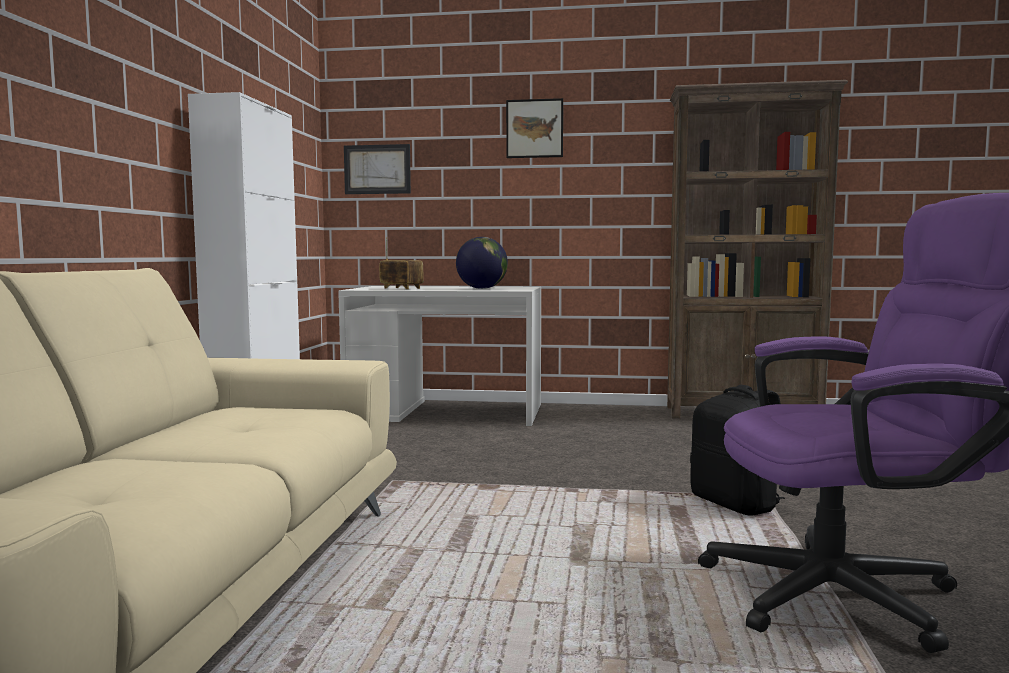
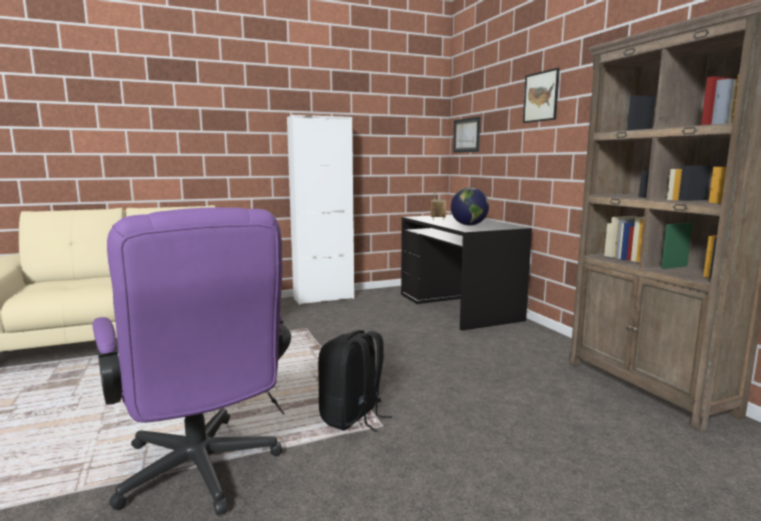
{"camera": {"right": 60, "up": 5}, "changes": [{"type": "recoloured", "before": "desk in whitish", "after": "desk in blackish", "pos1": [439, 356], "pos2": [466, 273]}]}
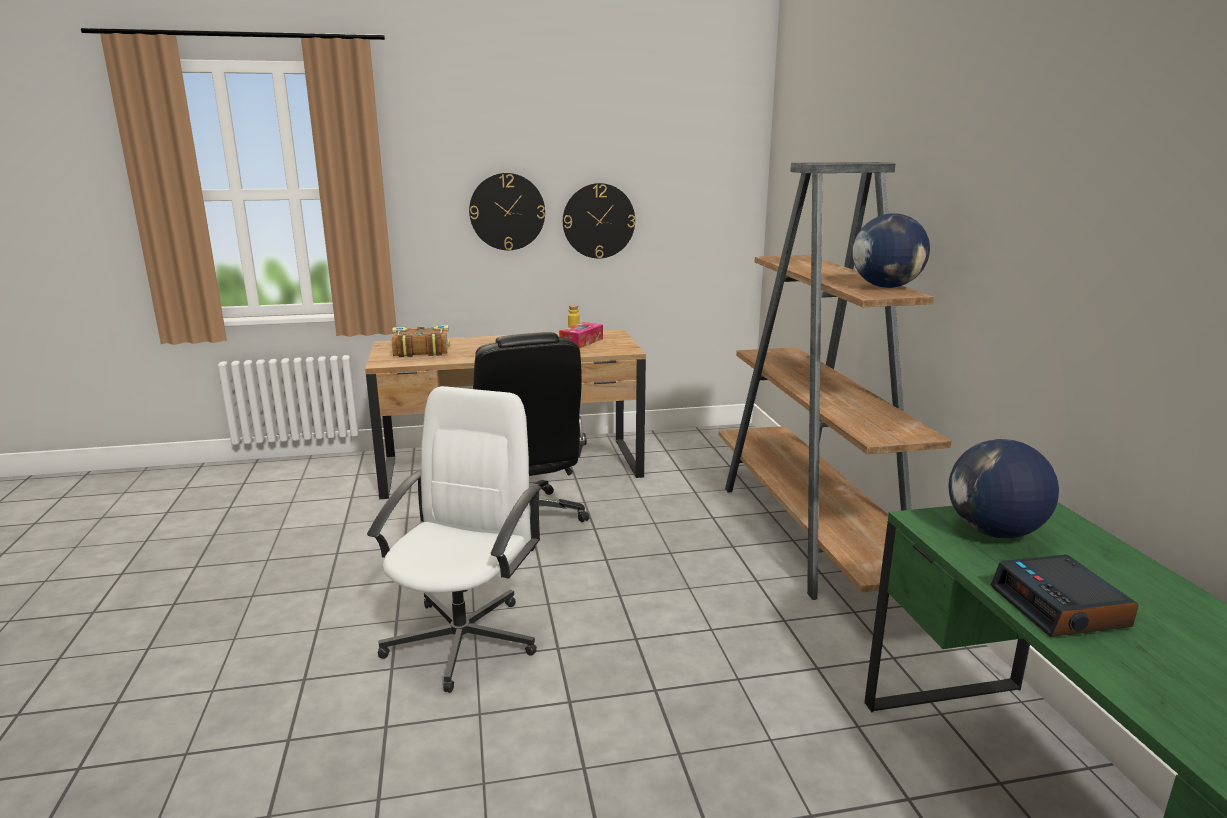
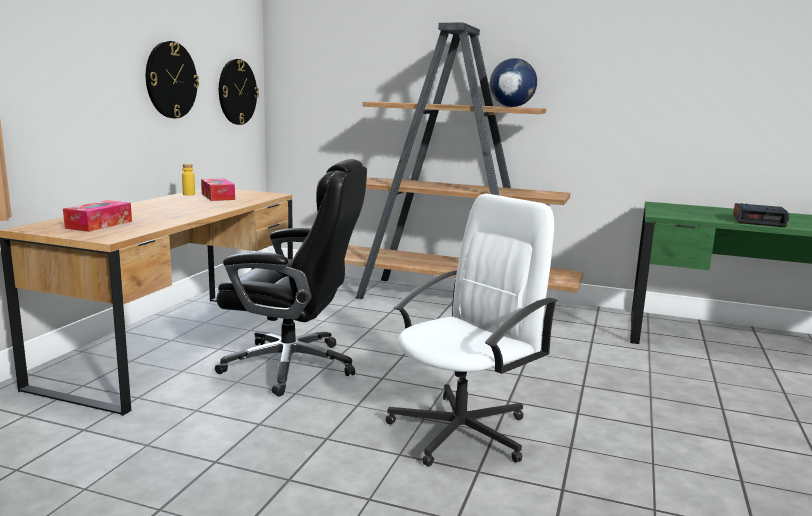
{"camera": {"right": -60, "up": -5}, "changes": [{"type": "turned", "before": "office chair in whitish", "pos1": [454, 539], "pos2": [471, 330], "turn": 90}, {"type": "replaced", "before": "bound book", "after": "box of tissues", "pos1": [420, 341], "pos2": [97, 216]}, {"type": "moved", "before": "hanging clock", "pos1": [507, 211], "pos2": [239, 92]}, {"type": "removed", "before": "world globe", "pos1": [1004, 488]}]}
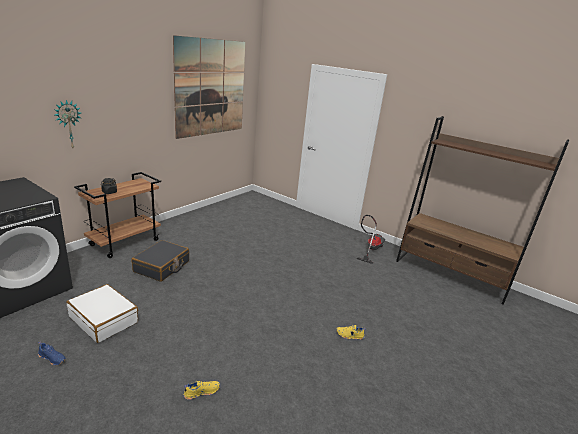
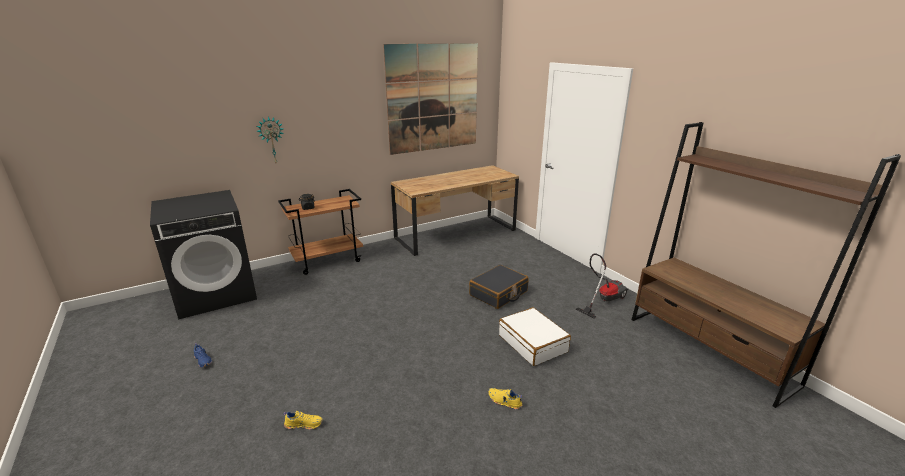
{"camera": {"right": 25, "up": 0}, "changes": [{"type": "moved", "before": "suitcase in whitish", "pos1": [102, 313], "pos2": [535, 336]}, {"type": "moved", "before": "suitcase in blackish", "pos1": [160, 261], "pos2": [498, 287]}, {"type": "added", "after": "desk in brownish", "pos2": [455, 210]}]}
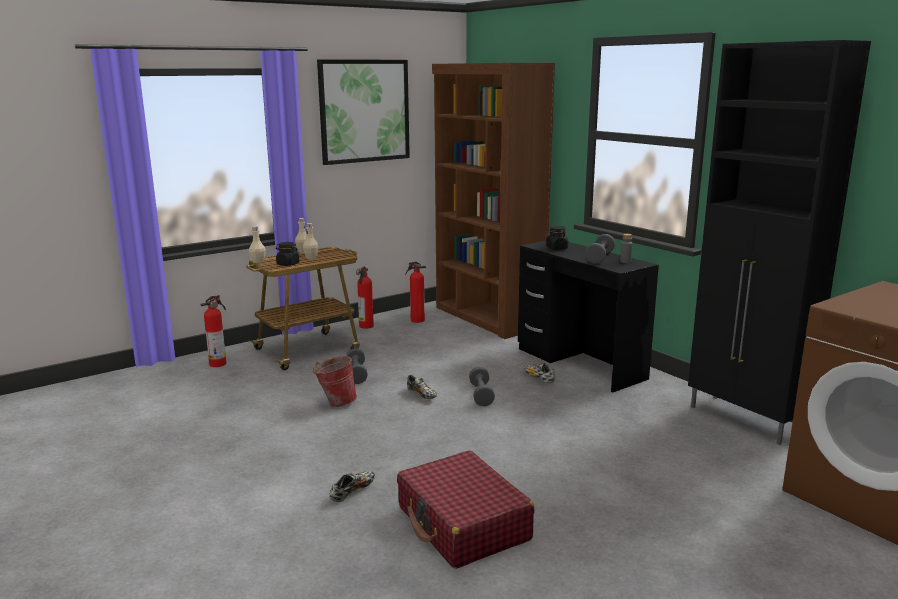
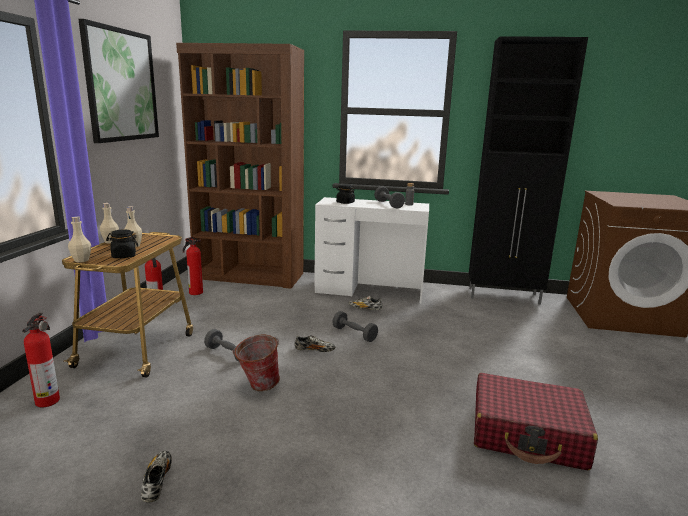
{"camera": {"right": -45, "up": 0}, "changes": [{"type": "moved", "before": "item of footwear", "pos1": [352, 486], "pos2": [156, 476]}, {"type": "recoloured", "before": "desk in blackish", "after": "desk in whitish", "pos1": [588, 317], "pos2": [371, 250]}]}
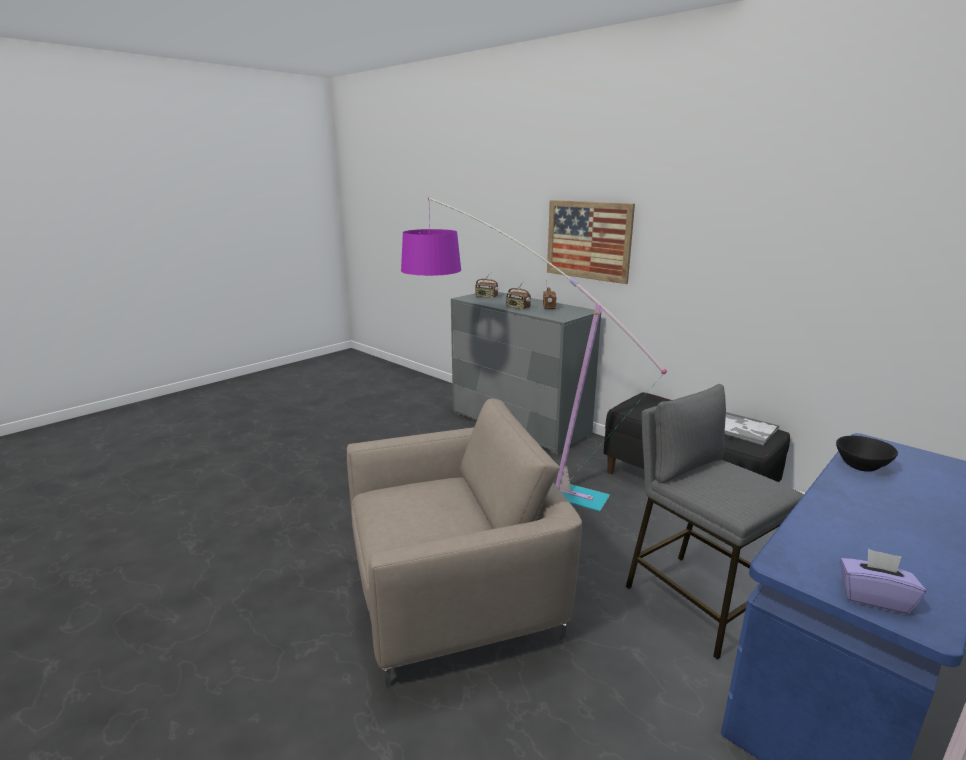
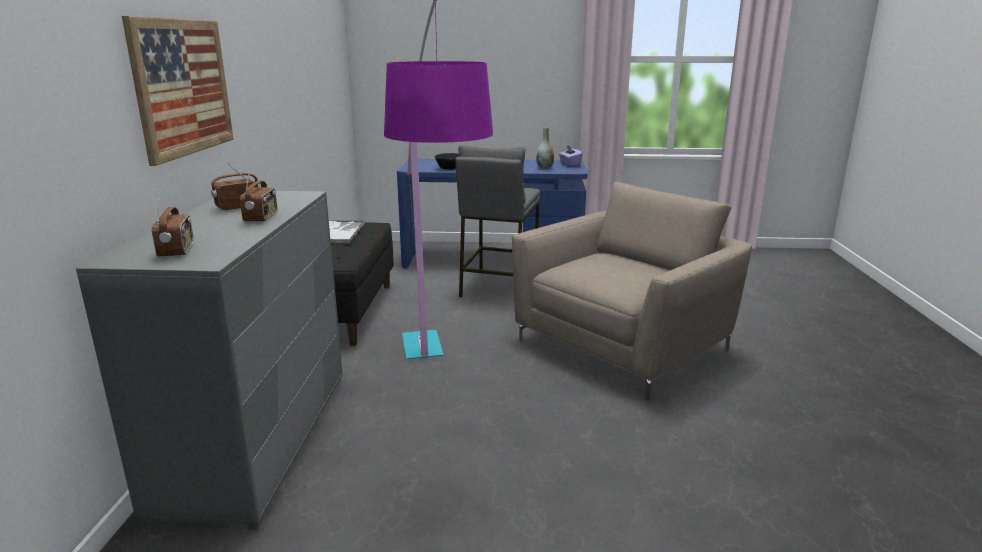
{"camera": {"right": -130, "up": 0}, "changes": [{"type": "turned", "before": "easy chair in beige-coloured", "pos1": [464, 543], "pos2": [632, 291], "turn": 105}, {"type": "added", "after": "vase in grey", "pos2": [545, 148]}]}
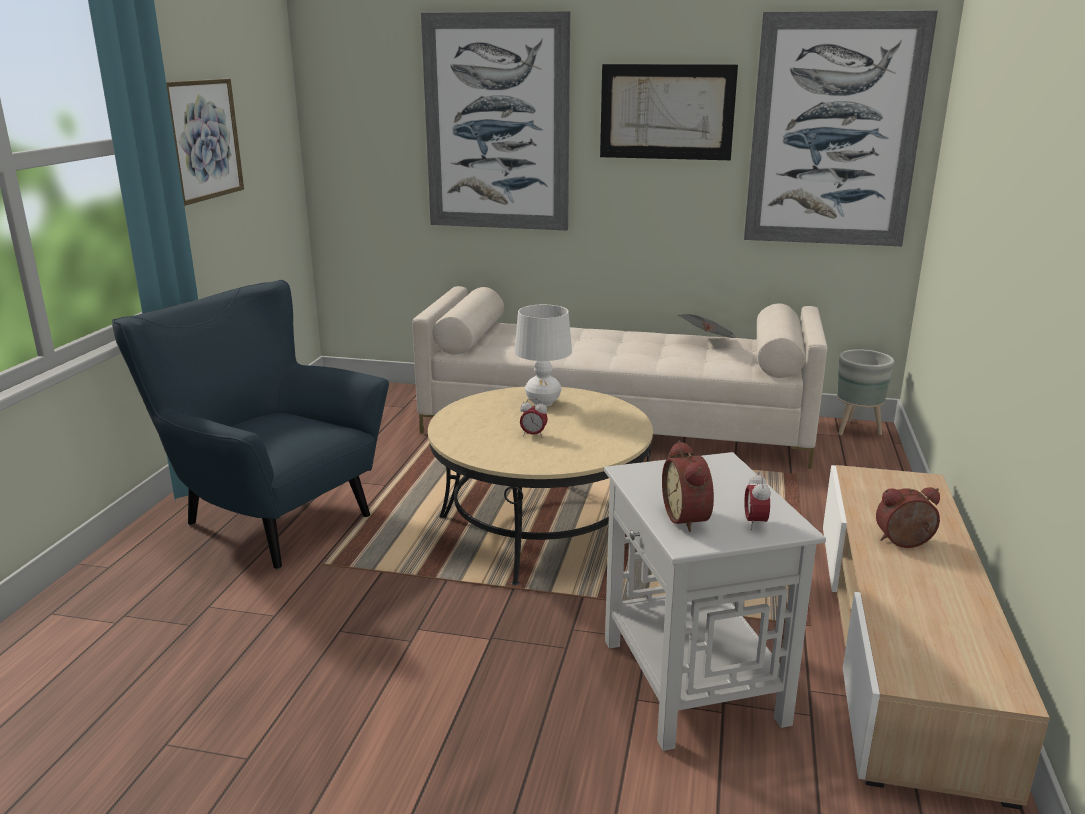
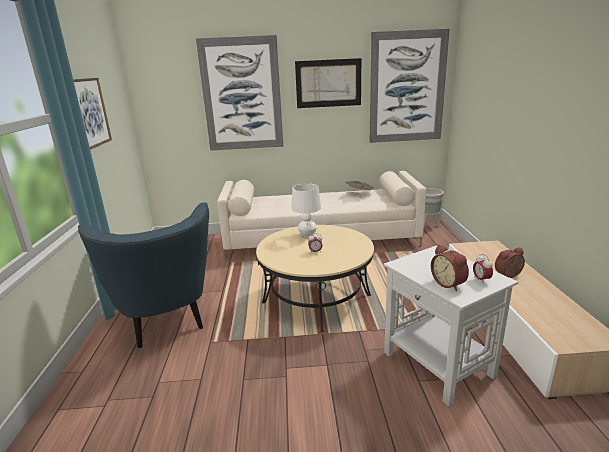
{"camera": {"right": -15, "up": 0}, "changes": [{"type": "turned", "before": "easy chair in blue", "pos1": [250, 425], "pos2": [143, 275], "turn": -135}]}
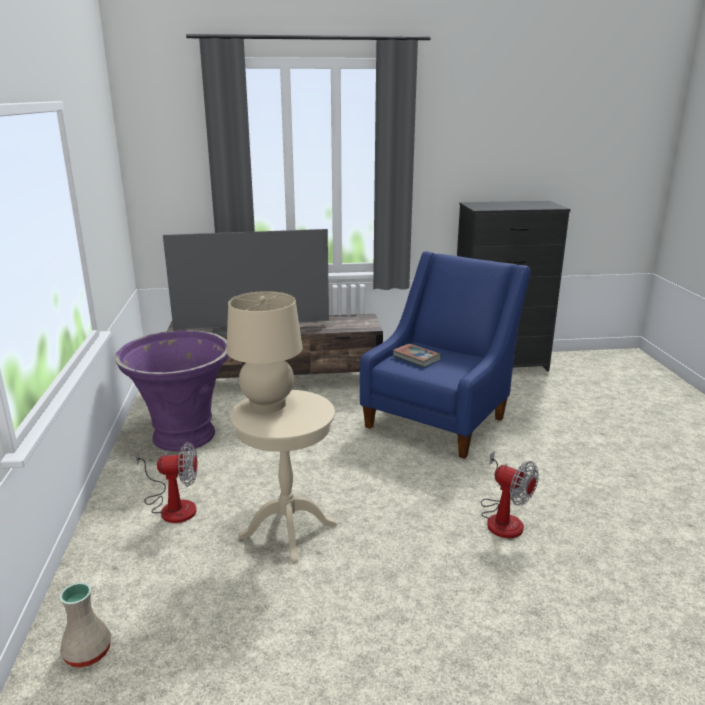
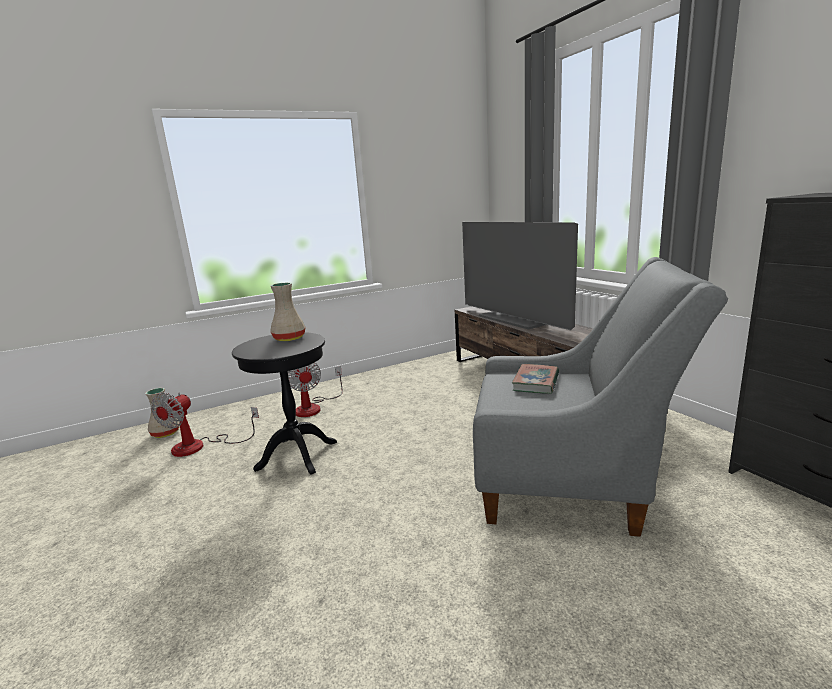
{"camera": {"right": 70, "up": -5}, "changes": [{"type": "removed", "before": "plant pot in purple-coloured", "pos1": [171, 390]}, {"type": "replaced", "before": "lamp for a table in beige-coloured", "after": "vase in beige-coloured", "pos1": [264, 352], "pos2": [287, 312]}, {"type": "recoloured", "before": "accent table in beige-coloured", "after": "accent table in blackish", "pos1": [283, 476], "pos2": [284, 403]}, {"type": "recoloured", "before": "easy chair in blue", "after": "easy chair in grey", "pos1": [445, 355], "pos2": [600, 397]}, {"type": "moved", "before": "fan", "pos1": [510, 494], "pos2": [205, 424]}]}
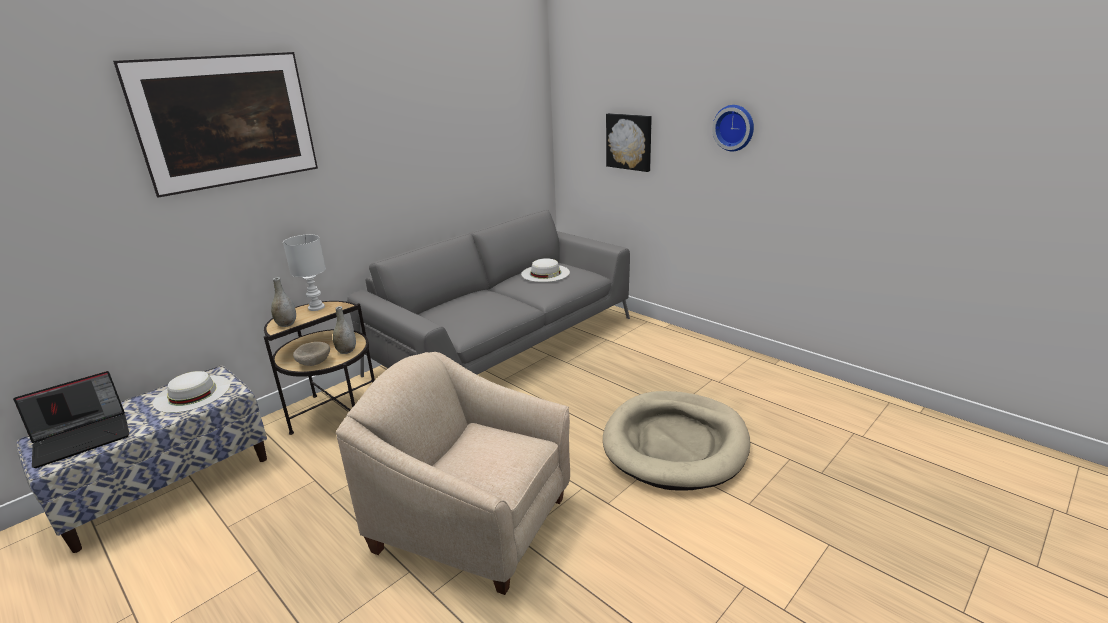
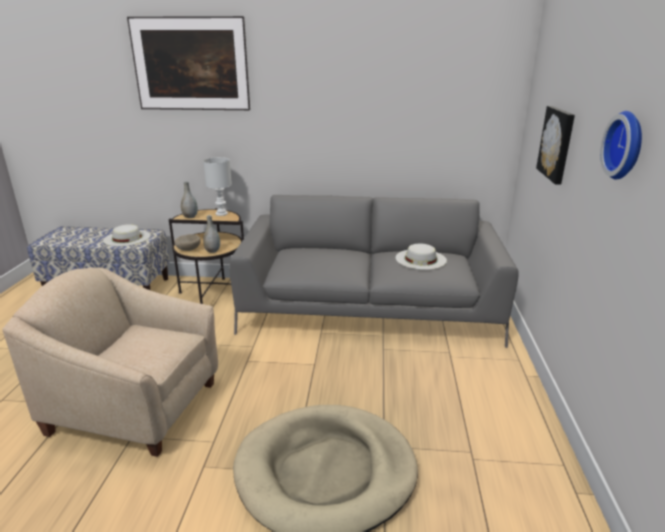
{"camera": {"right": 50, "up": 0}, "changes": [{"type": "removed", "before": "laptop", "pos1": [71, 419]}, {"type": "turned", "before": "easy chair in beige-coloured", "pos1": [453, 473], "pos2": [110, 362], "turn": -60}]}
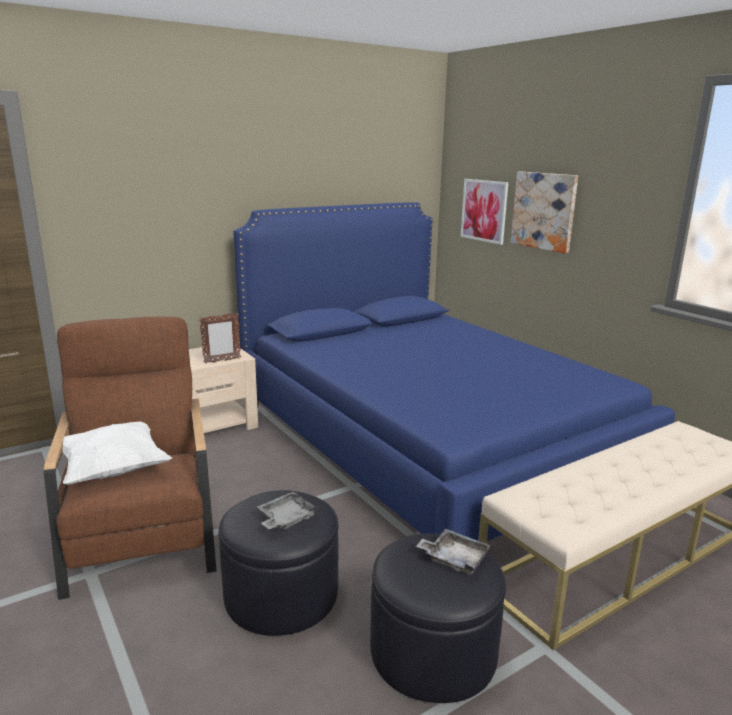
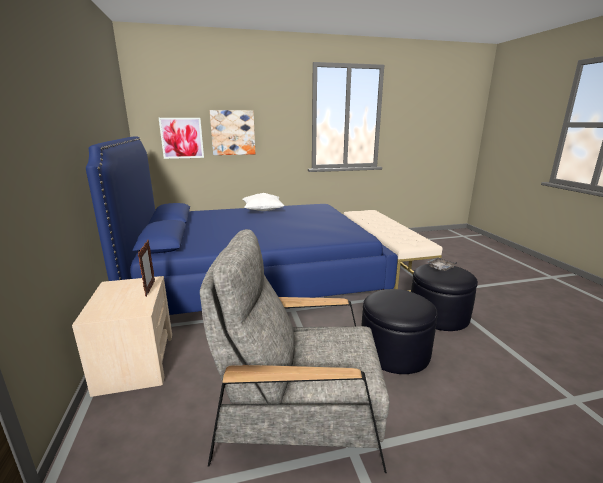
{"camera": {"right": -70, "up": 0}, "changes": [{"type": "recoloured", "before": "easy chair in brownish", "after": "easy chair in grey", "pos1": [130, 458], "pos2": [295, 351]}, {"type": "moved", "before": "throw pillow in whitish", "pos1": [117, 453], "pos2": [264, 201]}, {"type": "removed", "before": "carrying tray in grey", "pos1": [288, 510]}]}
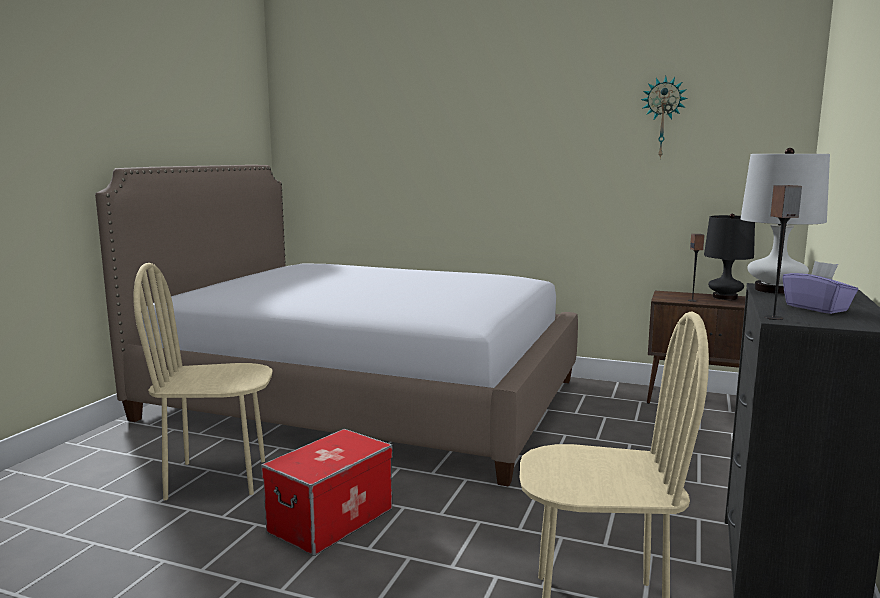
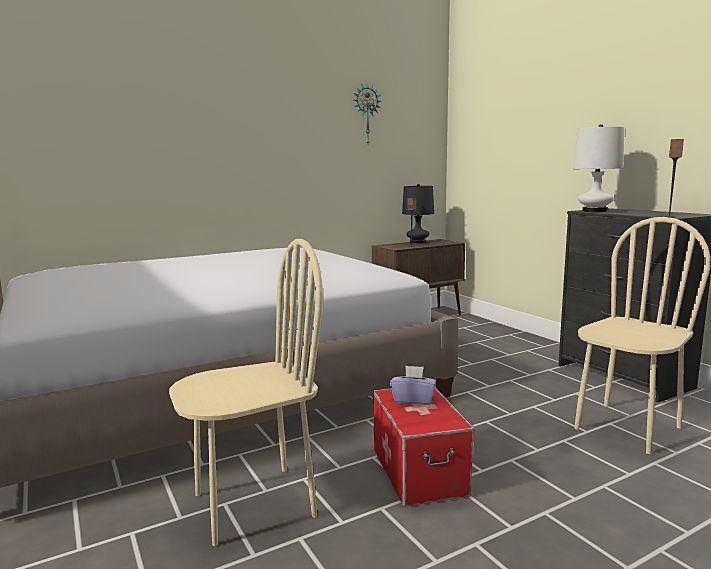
{"camera": {"right": -50, "up": 0}, "changes": [{"type": "turned", "before": "plain chair in beige-coloured", "pos1": [203, 381], "pos2": [246, 392], "turn": -150}, {"type": "moved", "before": "box of tissues in purple-coloured", "pos1": [820, 287], "pos2": [413, 385]}]}
